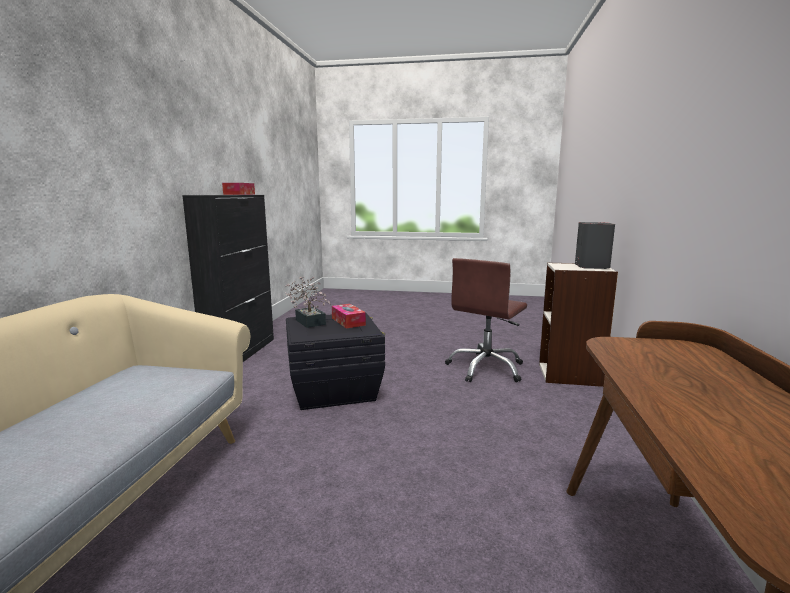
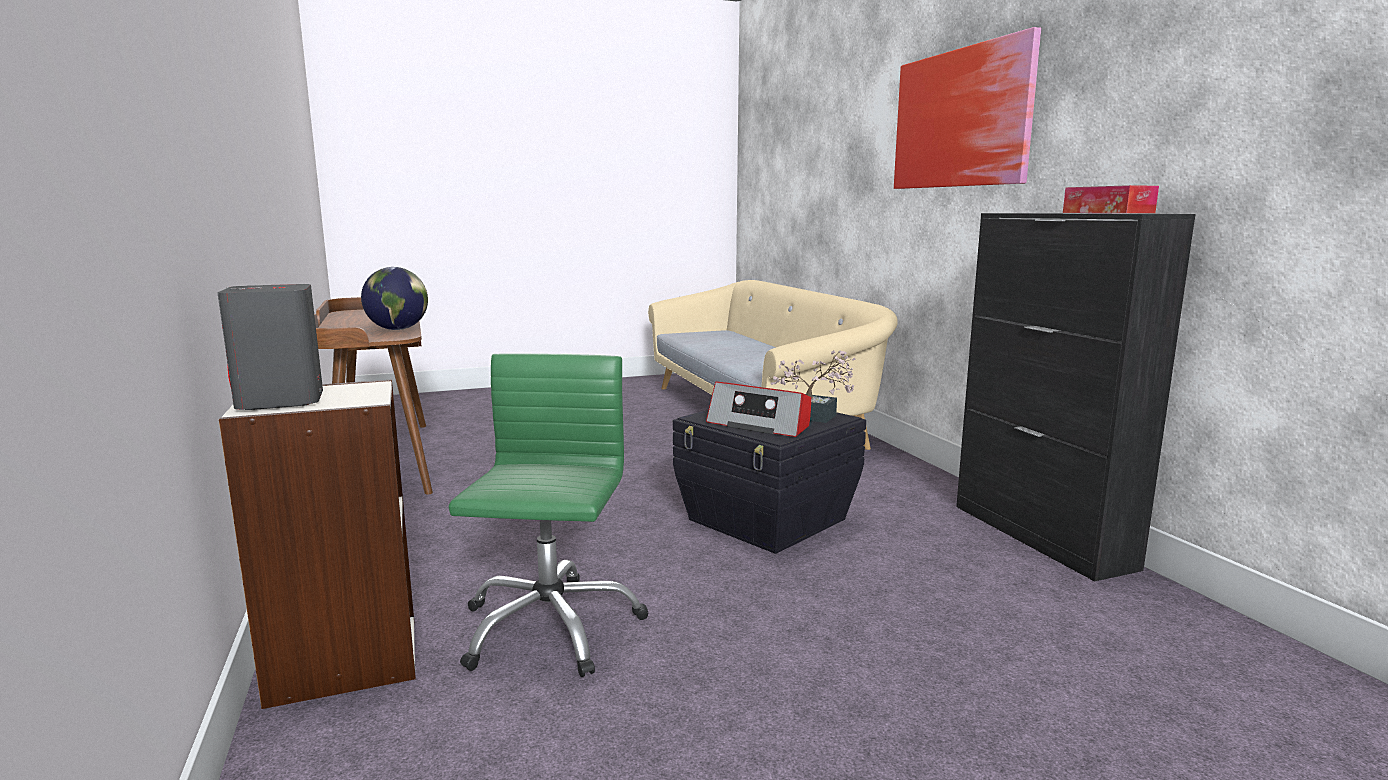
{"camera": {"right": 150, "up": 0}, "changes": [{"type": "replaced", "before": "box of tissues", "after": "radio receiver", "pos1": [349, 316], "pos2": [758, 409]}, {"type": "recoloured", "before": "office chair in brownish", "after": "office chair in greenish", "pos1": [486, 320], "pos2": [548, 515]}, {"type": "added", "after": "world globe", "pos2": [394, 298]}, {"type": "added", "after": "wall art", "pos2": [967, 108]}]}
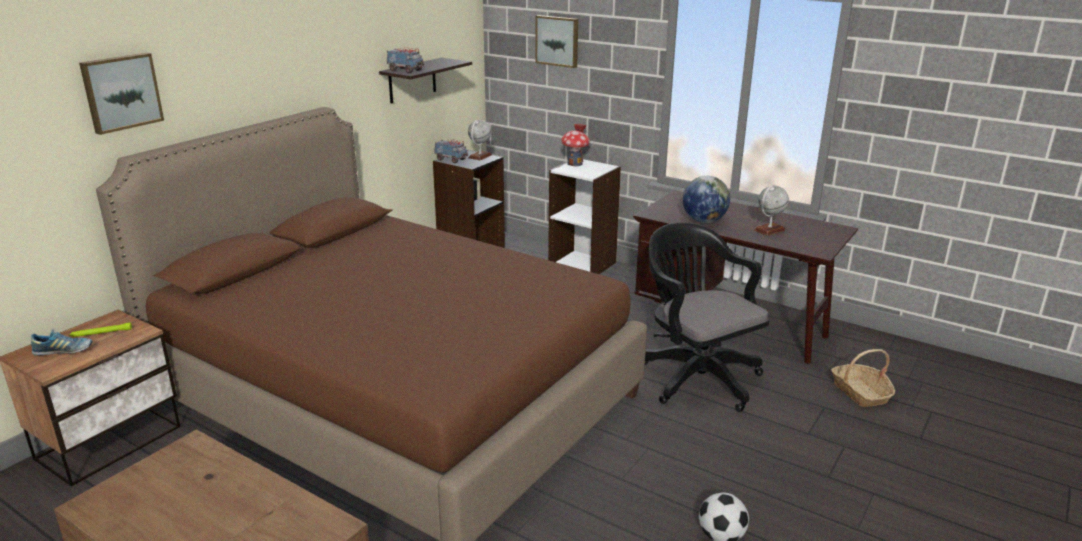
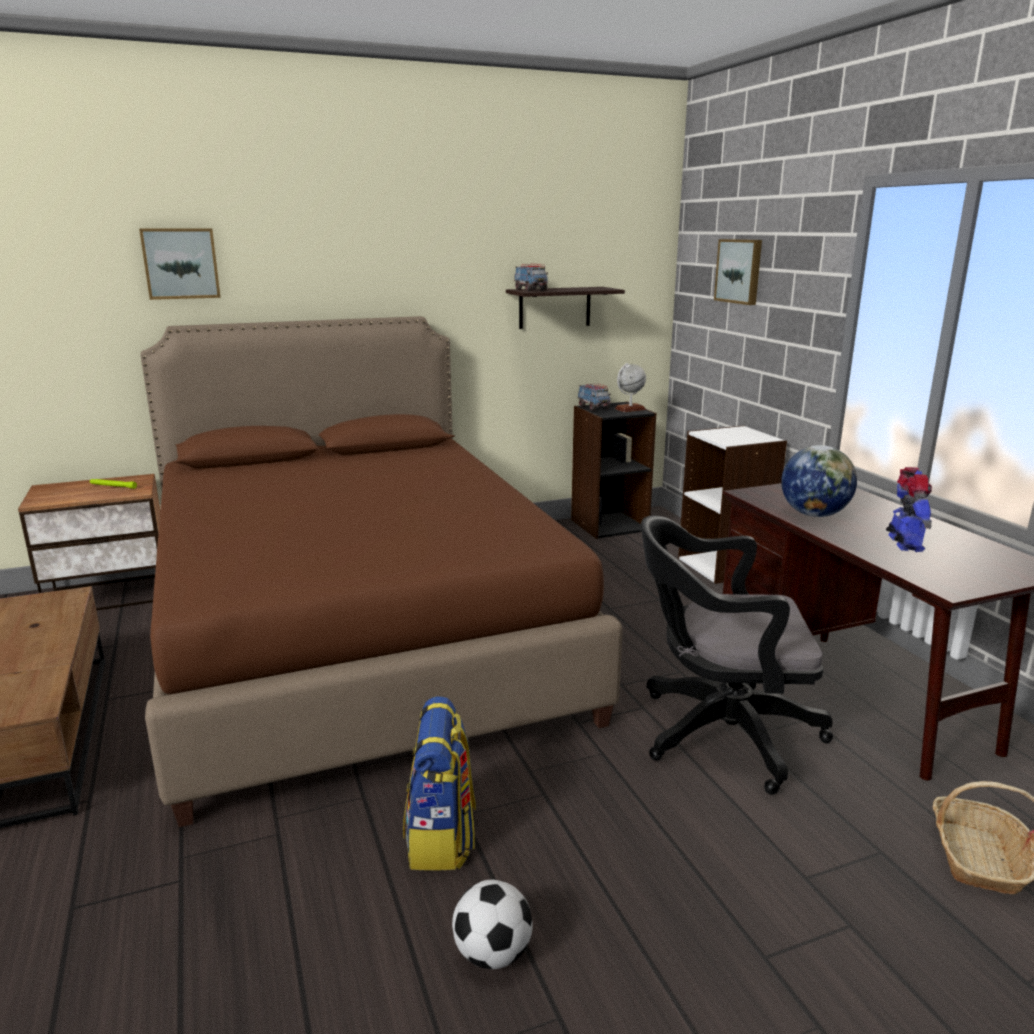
{"camera": {"right": 35, "up": -5}, "changes": [{"type": "removed", "before": "item of footwear", "pos1": [61, 342]}, {"type": "removed", "before": "model house", "pos1": [575, 145]}, {"type": "turned", "before": "office chair in blackish", "pos1": [707, 317], "pos2": [737, 655], "turn": -90}, {"type": "replaced", "before": "world globe", "after": "toy robot", "pos1": [771, 211], "pos2": [909, 509]}, {"type": "added", "after": "backpack", "pos2": [439, 783]}]}
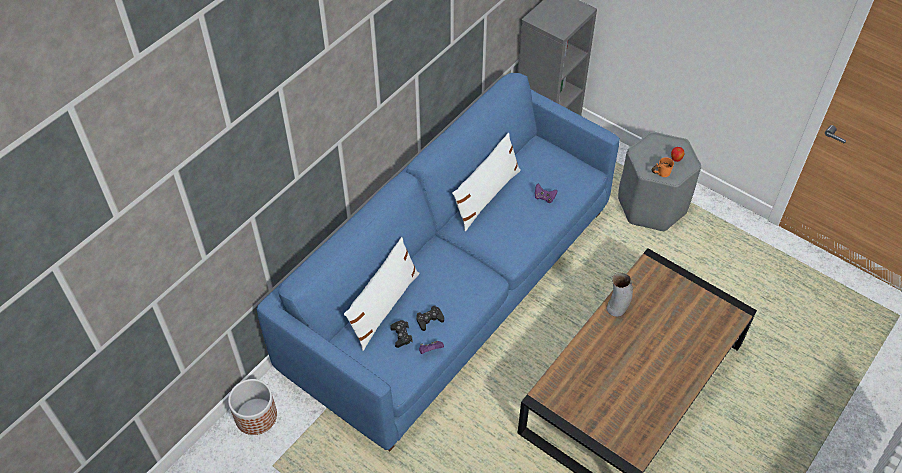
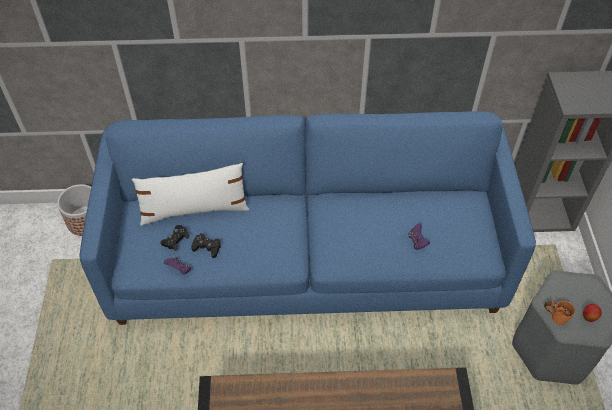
{"camera": {"right": 50, "up": 0}, "changes": [{"type": "removed", "before": "throw pillow in whitish", "pos1": [486, 181]}, {"type": "removed", "before": "vase", "pos1": [620, 294]}]}
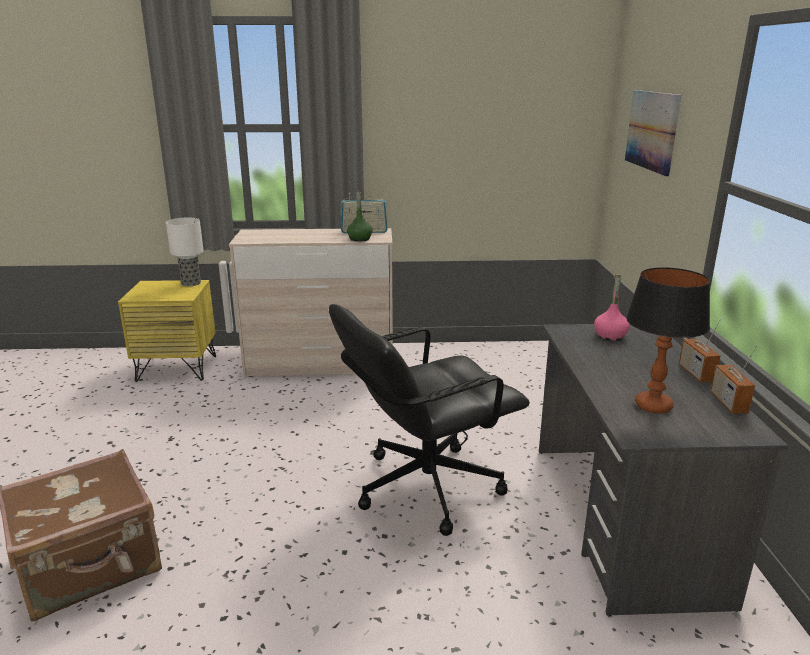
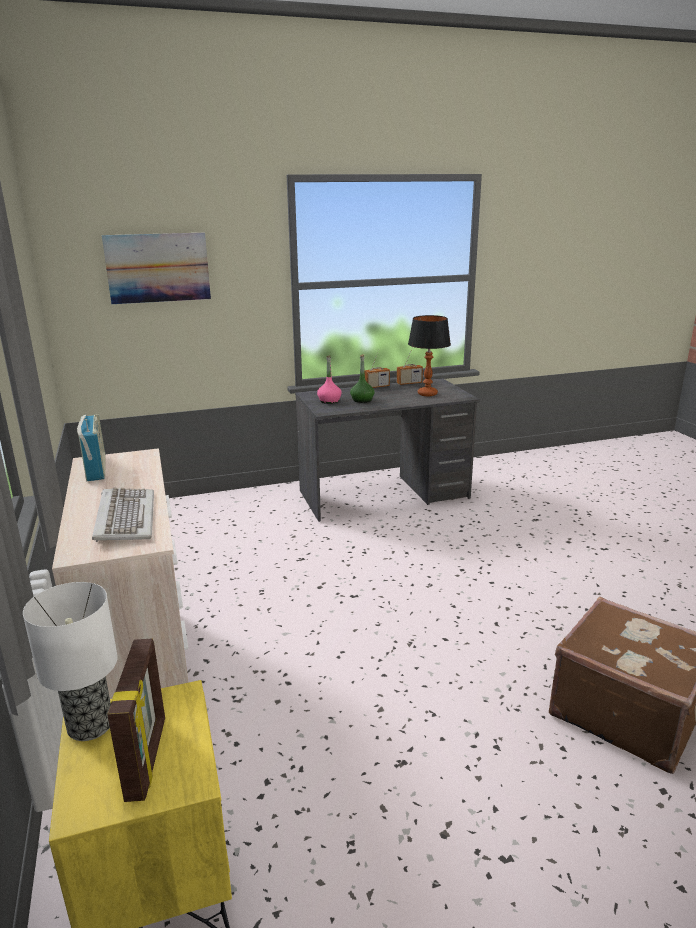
{"camera": {"right": -105, "up": 0}, "changes": [{"type": "removed", "before": "office chair in blackish", "pos1": [429, 420]}, {"type": "moved", "before": "bottle in greenish", "pos1": [359, 216], "pos2": [362, 378]}, {"type": "added", "after": "keyboard", "pos2": [123, 515]}, {"type": "added", "after": "picture frame", "pos2": [136, 720]}]}
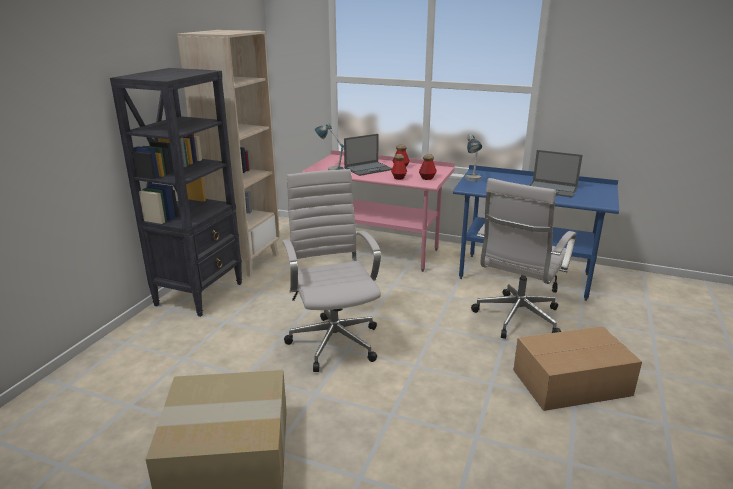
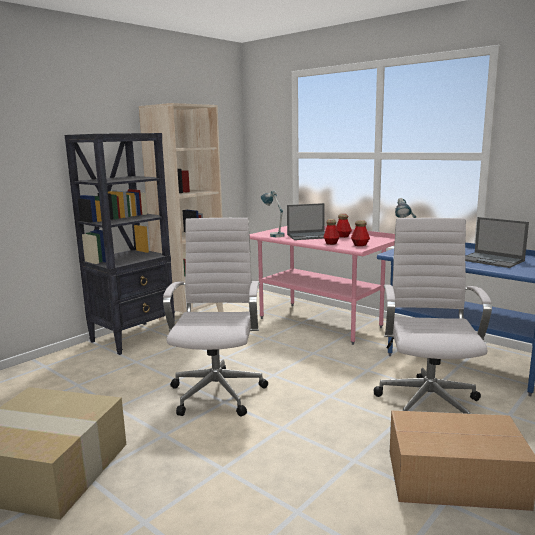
{"camera": {"right": 20, "up": -10}, "changes": [{"type": "turned", "before": "office chair in whitish", "pos1": [524, 258], "pos2": [432, 316], "turn": 135}]}
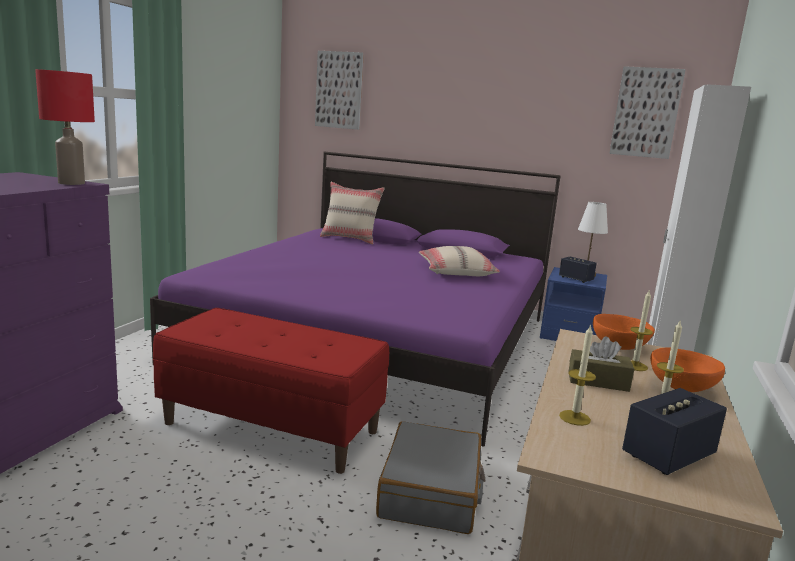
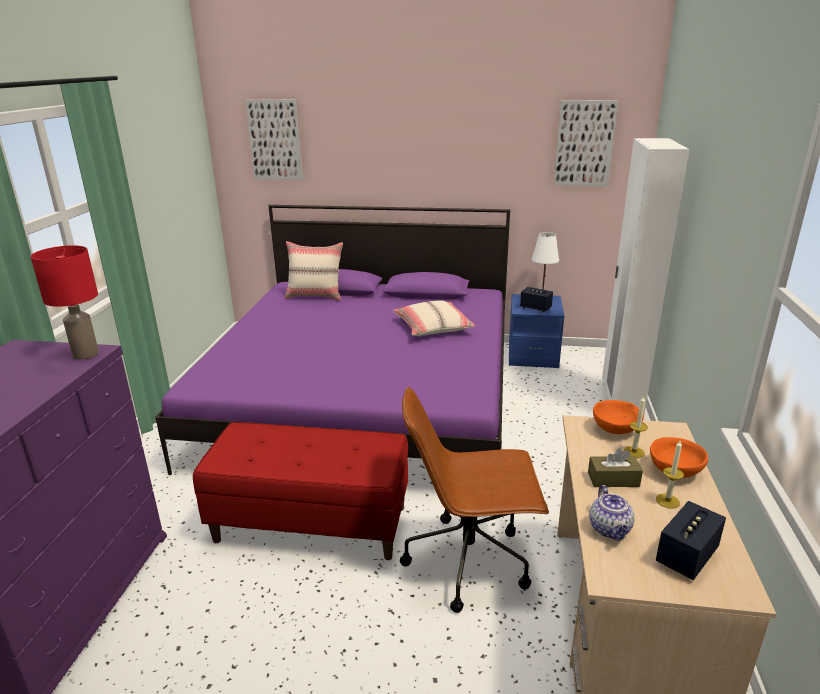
{"camera": {"right": -10, "up": 10}, "changes": [{"type": "replaced", "before": "suitcase in grey", "after": "office chair in brownish", "pos1": [430, 477], "pos2": [474, 500]}, {"type": "replaced", "before": "wax candle", "after": "pot for tea", "pos1": [577, 375], "pos2": [611, 513]}]}
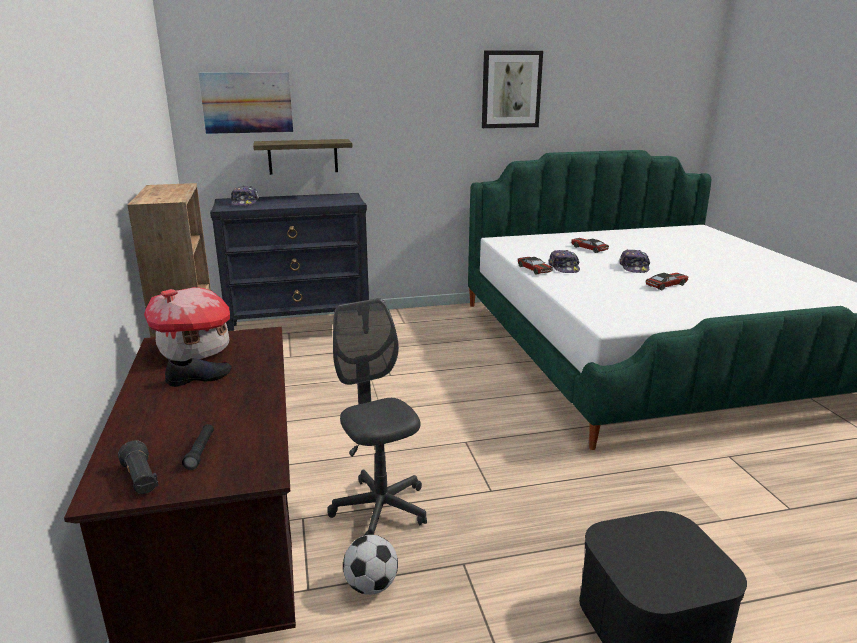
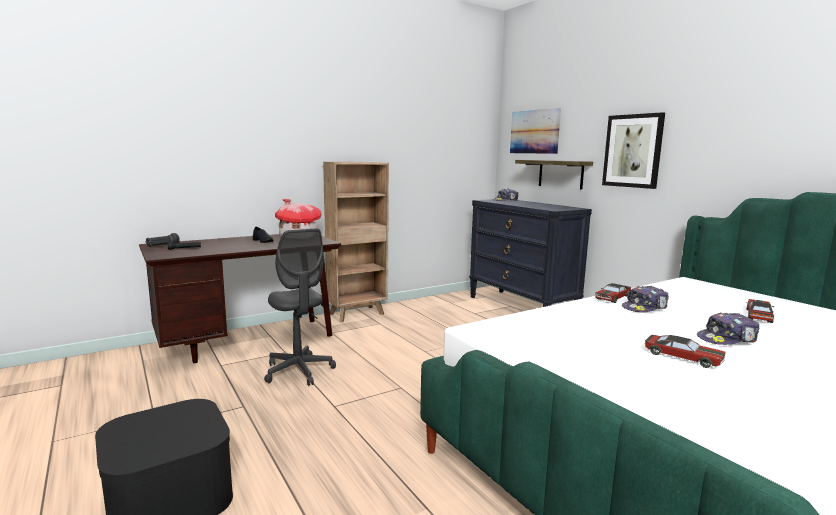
{"camera": {"right": 70, "up": -10}, "changes": [{"type": "turned", "before": "office chair in grey", "pos1": [377, 417], "pos2": [300, 307], "turn": 105}, {"type": "removed", "before": "football", "pos1": [370, 565]}, {"type": "moved", "before": "wall art", "pos1": [512, 89], "pos2": [633, 150]}]}
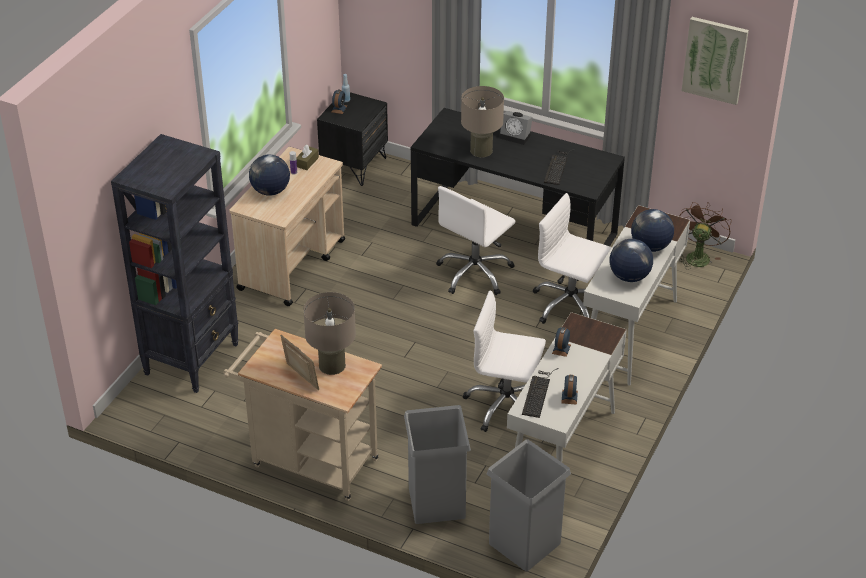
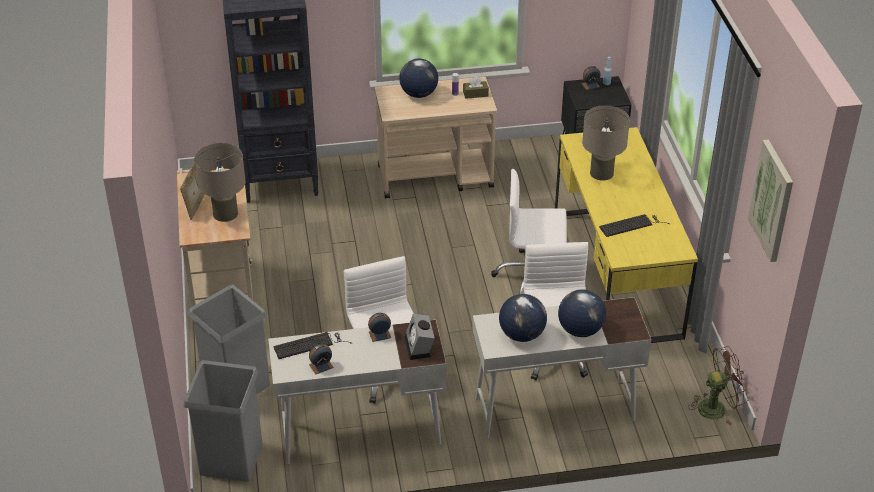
{"camera": {"right": 55, "up": 0}, "changes": [{"type": "recoloured", "before": "desk in blackish", "after": "desk in yellow", "pos1": [518, 177], "pos2": [626, 235]}, {"type": "moved", "before": "table clock", "pos1": [516, 128], "pos2": [419, 337]}]}
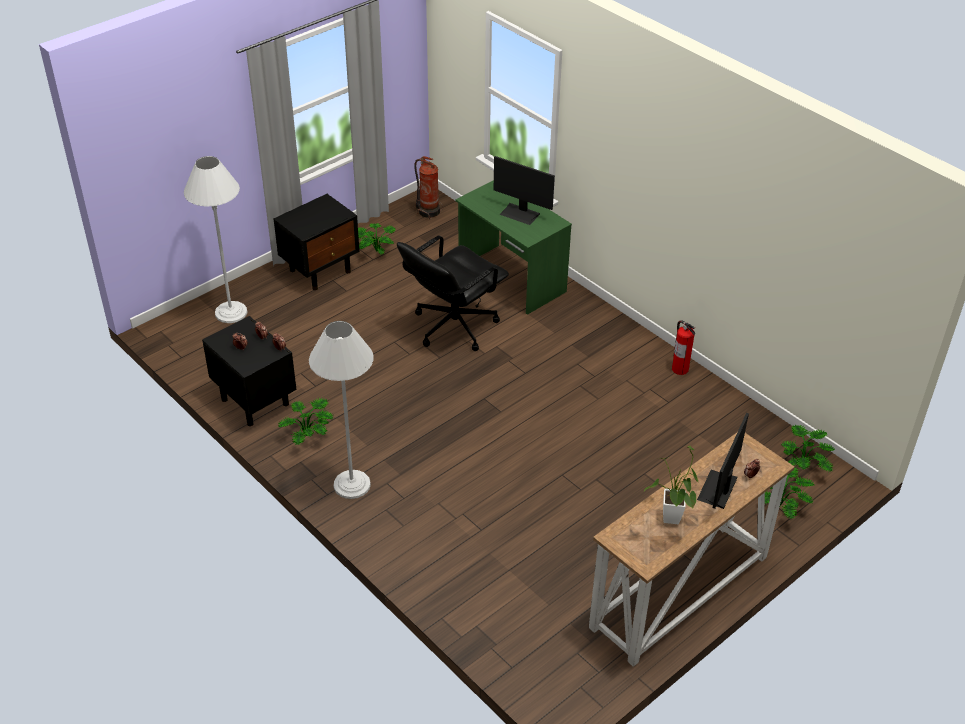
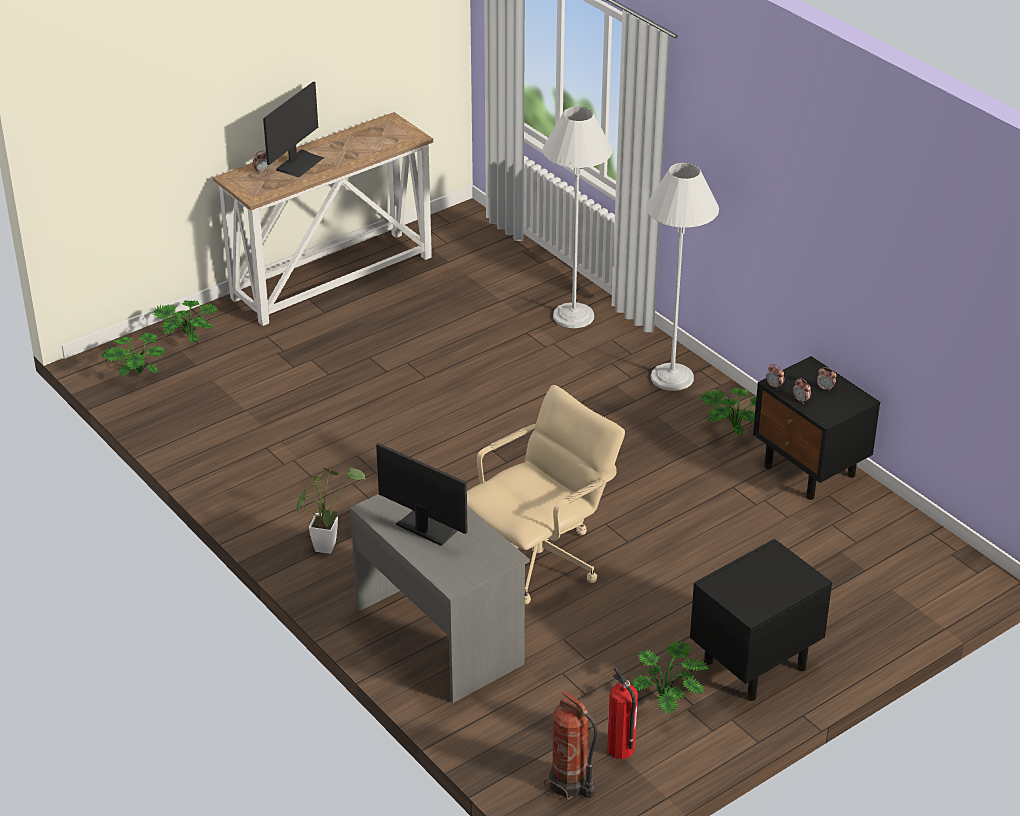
{"camera": {"right": -175, "up": -5}, "changes": [{"type": "moved", "before": "standing lamp in whitish", "pos1": [216, 239], "pos2": [577, 217]}, {"type": "recoloured", "before": "office chair in blackish", "after": "office chair in beige-coloured", "pos1": [453, 293], "pos2": [546, 495]}, {"type": "recoloured", "before": "desk in greenish", "after": "desk in grey", "pos1": [514, 247], "pos2": [440, 598]}, {"type": "moved", "before": "plant in a pot", "pos1": [670, 484], "pos2": [330, 510]}, {"type": "moved", "before": "fire extinguisher", "pos1": [683, 348], "pos2": [622, 713]}]}
